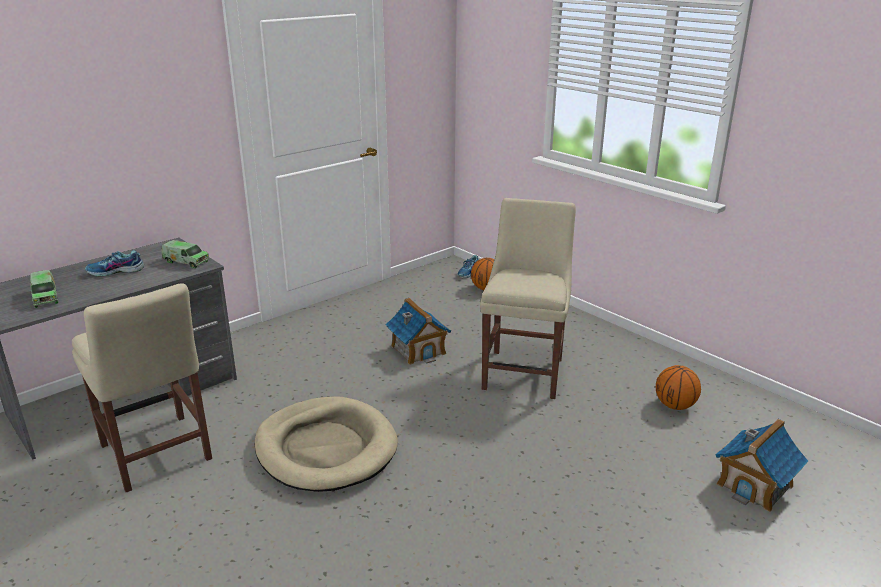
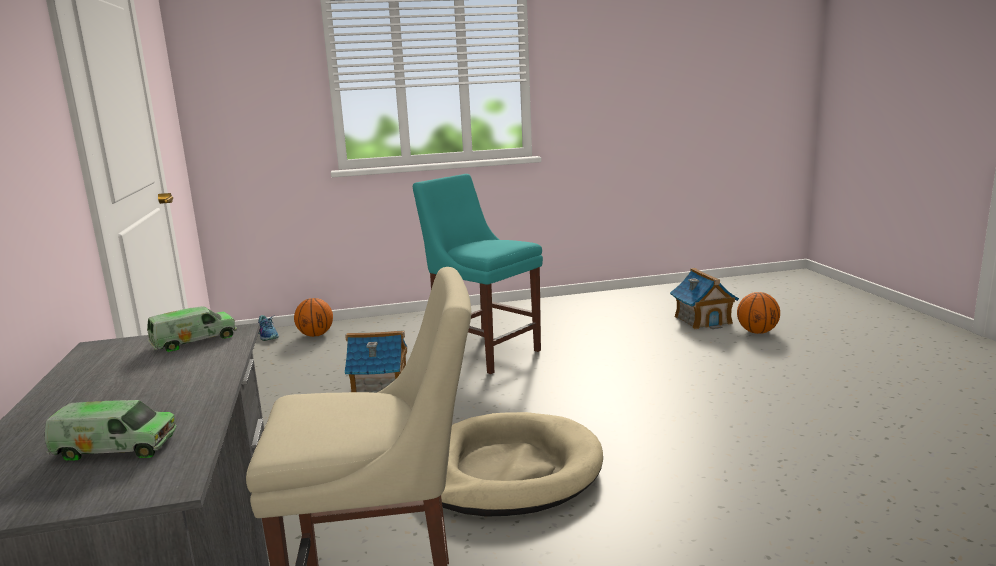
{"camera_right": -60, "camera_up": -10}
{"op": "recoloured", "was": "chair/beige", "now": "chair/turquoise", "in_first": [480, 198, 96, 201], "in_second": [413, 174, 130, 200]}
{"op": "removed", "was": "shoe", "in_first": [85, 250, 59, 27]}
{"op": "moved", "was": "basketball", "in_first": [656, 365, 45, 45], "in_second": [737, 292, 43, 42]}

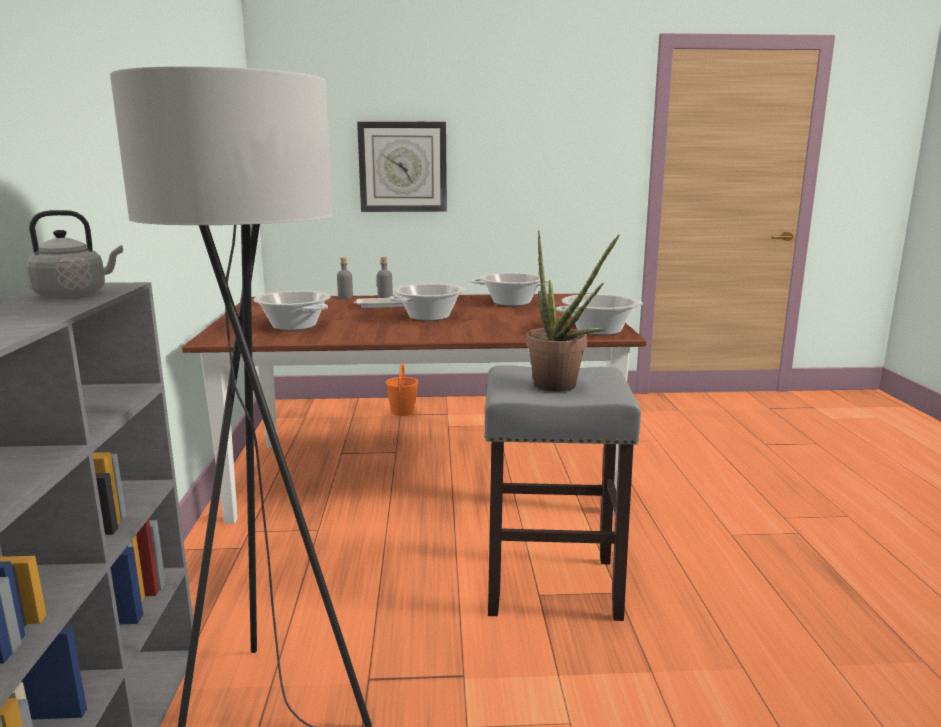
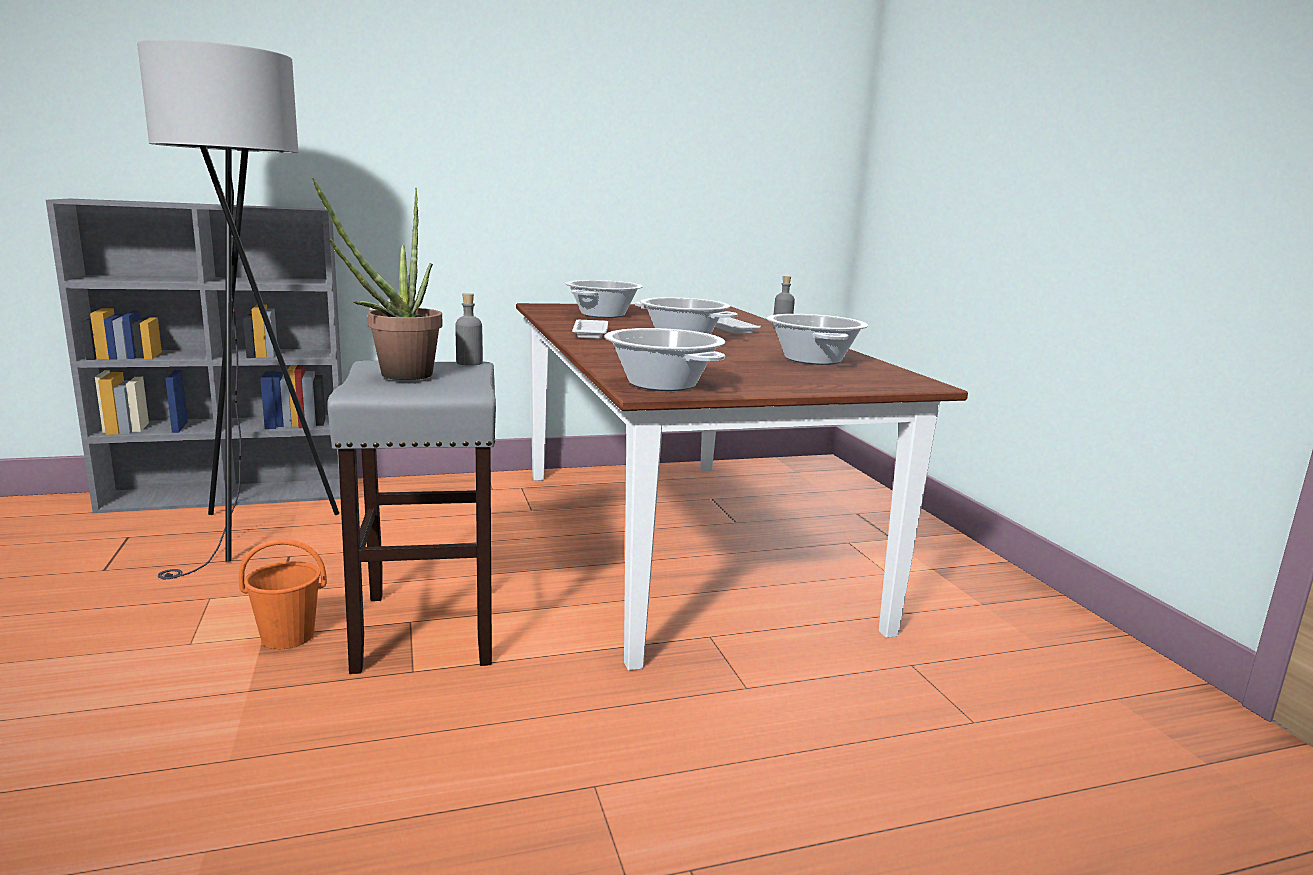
{"camera_right": 75, "camera_up": 0}
{"op": "removed", "was": "wall clock", "in_first": [357, 121, 90, 91]}
{"op": "removed", "was": "kettle/grey", "in_first": [26, 210, 97, 88]}
{"op": "moved", "was": "bottle/grey", "in_first": [337, 257, 16, 42], "in_second": [455, 293, 28, 73]}
{"op": "moved", "was": "bucket/orange", "in_first": [386, 364, 33, 52], "in_second": [239, 539, 88, 110]}
{"op": "added", "now": "tray/white", "in_second": [572, 320, 36, 19]}

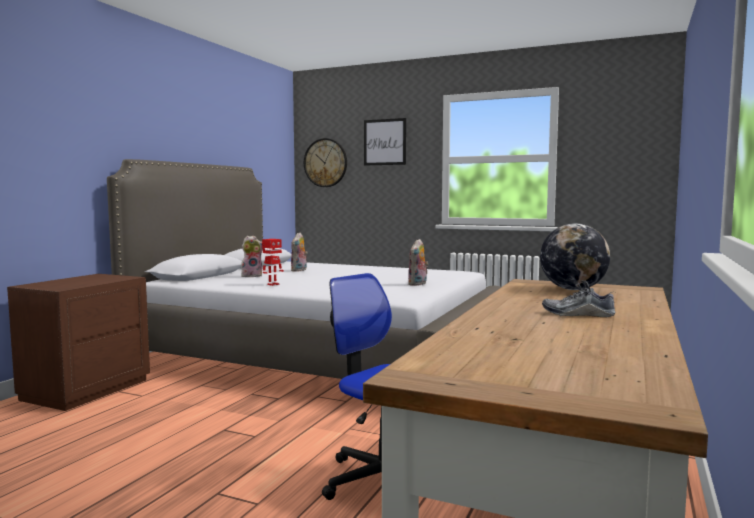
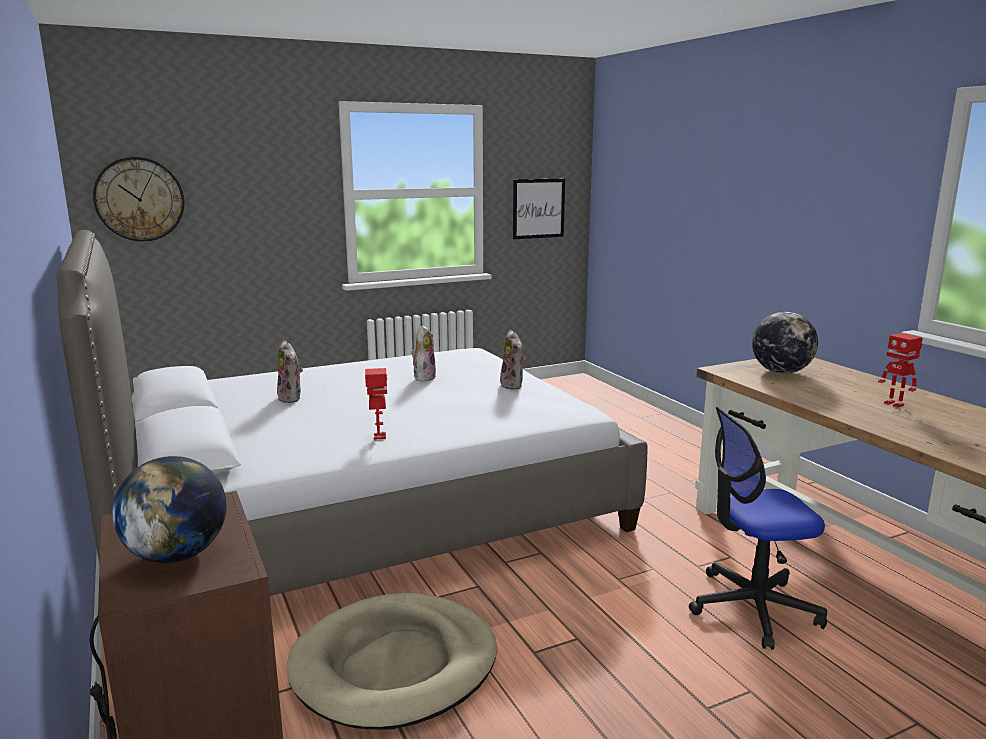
{"camera_right": -50, "camera_up": 10}
{"op": "moved", "was": "picture", "in_first": [364, 118, 42, 48], "in_second": [513, 179, 52, 60]}
{"op": "moved", "was": "plush toy", "in_first": [241, 235, 22, 42], "in_second": [411, 325, 25, 57]}
{"op": "replaced", "was": "shoe", "now": "toy robot", "in_first": [542, 280, 73, 37], "in_second": [878, 333, 45, 74]}
{"op": "added", "now": "globe", "in_second": [112, 456, 115, 107]}
{"op": "added", "now": "dog bed/beige", "in_second": [287, 593, 210, 137]}

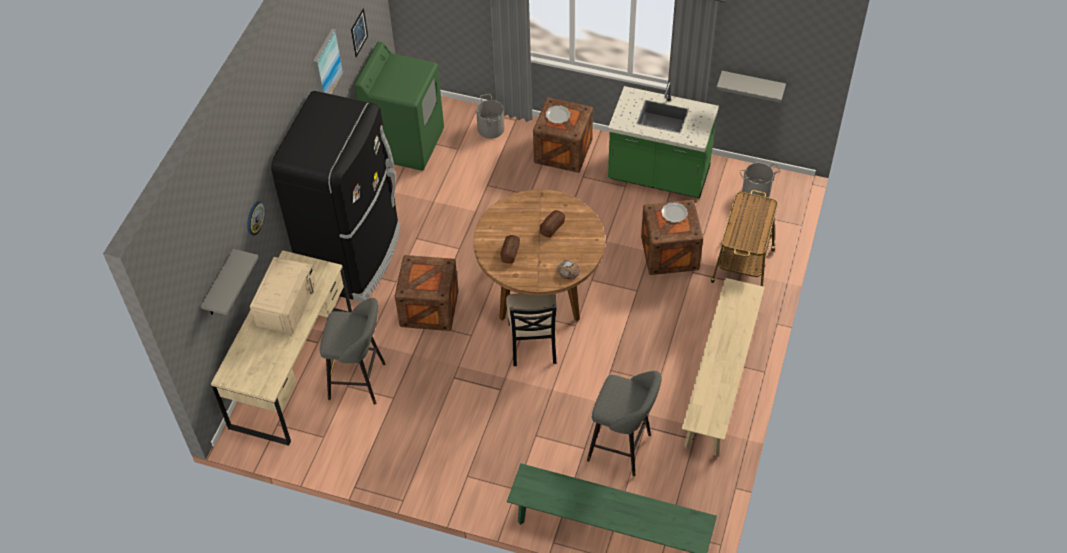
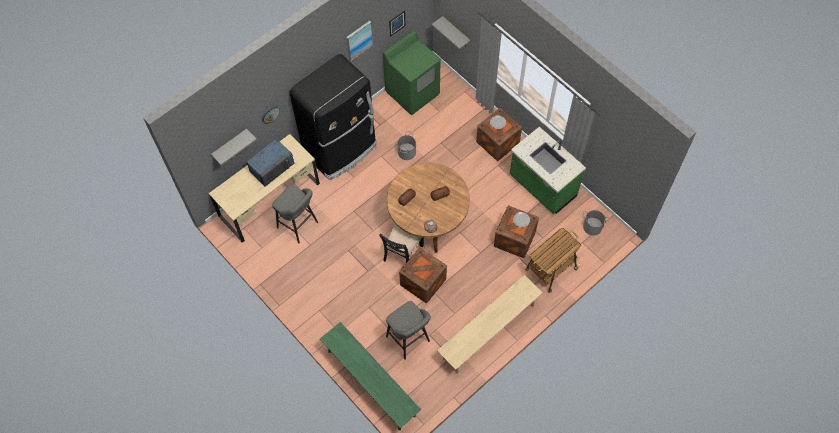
{"camera_right": 30, "camera_up": 10}
{"op": "moved", "was": "shelf/grey", "in_first": [716, 71, 70, 32], "in_second": [432, 16, 38, 34]}
{"op": "moved", "was": "bucket/grey", "in_first": [476, 94, 29, 45], "in_second": [397, 131, 19, 29]}
{"op": "moved", "was": "crate", "in_first": [395, 255, 64, 76], "in_second": [399, 248, 48, 55]}
{"op": "recoloured", "was": "microwave/beige", "now": "microwave/blue", "in_first": [250, 257, 66, 77], "in_second": [247, 139, 47, 48]}

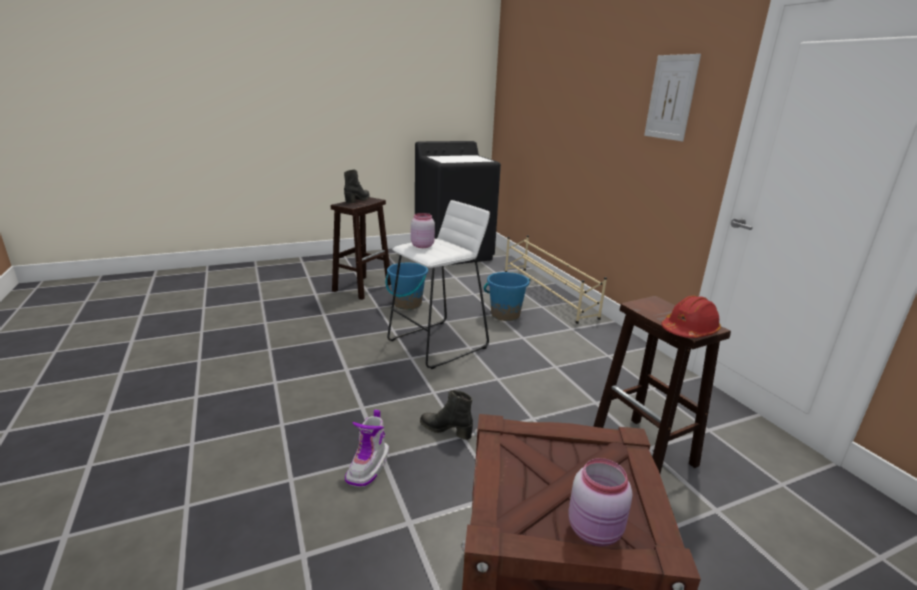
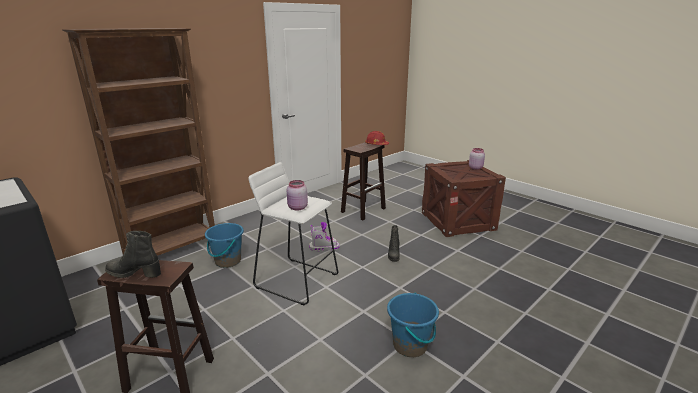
{"camera_right": -110, "camera_up": 0}
{"op": "removed", "was": "picture", "in_first": [644, 54, 57, 87]}
{"op": "replaced", "was": "shoe rack/beige", "now": "bookcase/brown", "in_first": [505, 235, 102, 89], "in_second": [62, 28, 153, 228]}
{"op": "moved", "was": "bucket/blue", "in_first": [385, 263, 43, 47], "in_second": [387, 292, 52, 65]}
{"op": "moved", "was": "boot", "in_first": [345, 410, 44, 77], "in_second": [309, 222, 30, 29]}

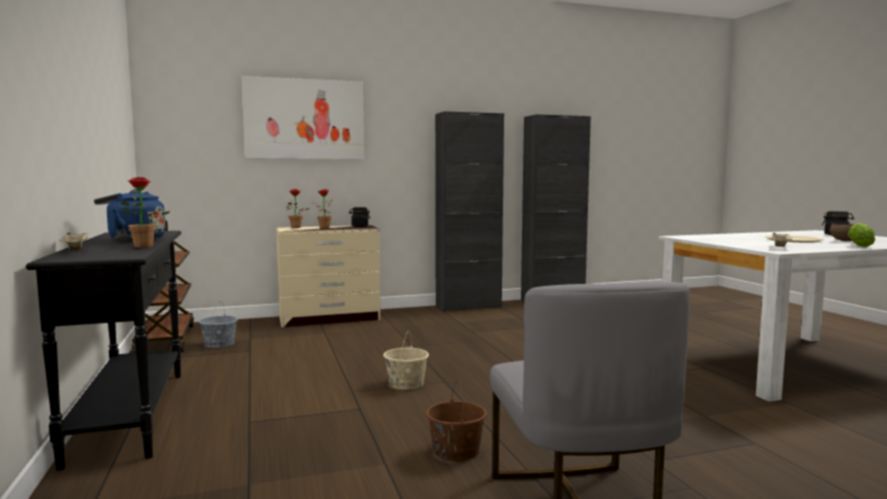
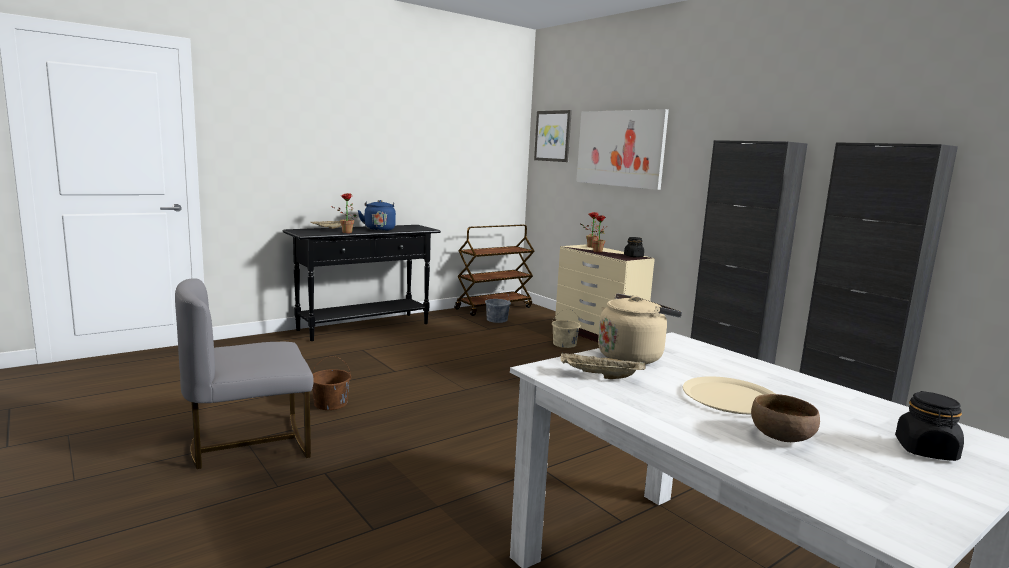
{"camera_right": 70, "camera_up": 5}
{"op": "removed", "was": "lettuce", "in_first": [848, 223, 27, 24]}
{"op": "moved", "was": "bucket/beige", "in_first": [383, 331, 46, 59], "in_second": [552, 310, 29, 38]}
{"op": "added", "now": "picture", "in_second": [534, 110, 38, 52]}
{"op": "added", "now": "kettle/beige", "in_second": [598, 293, 84, 71]}

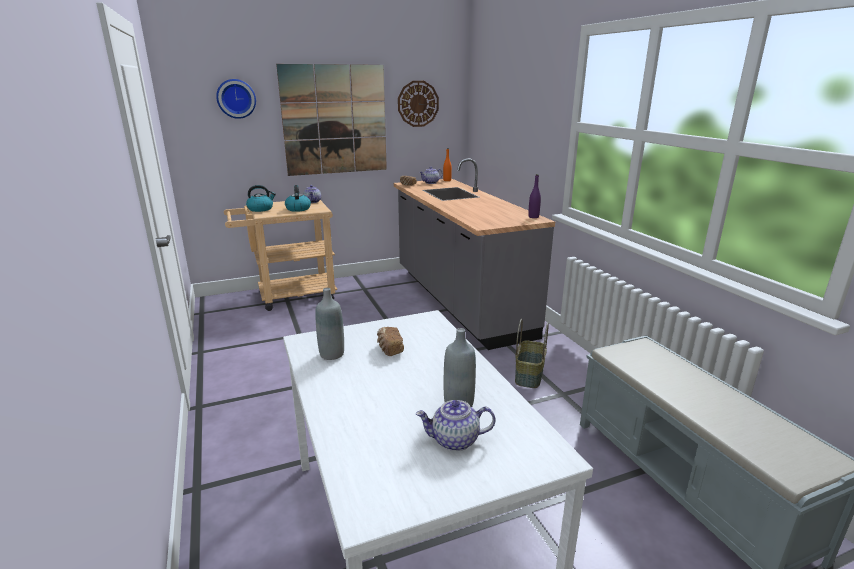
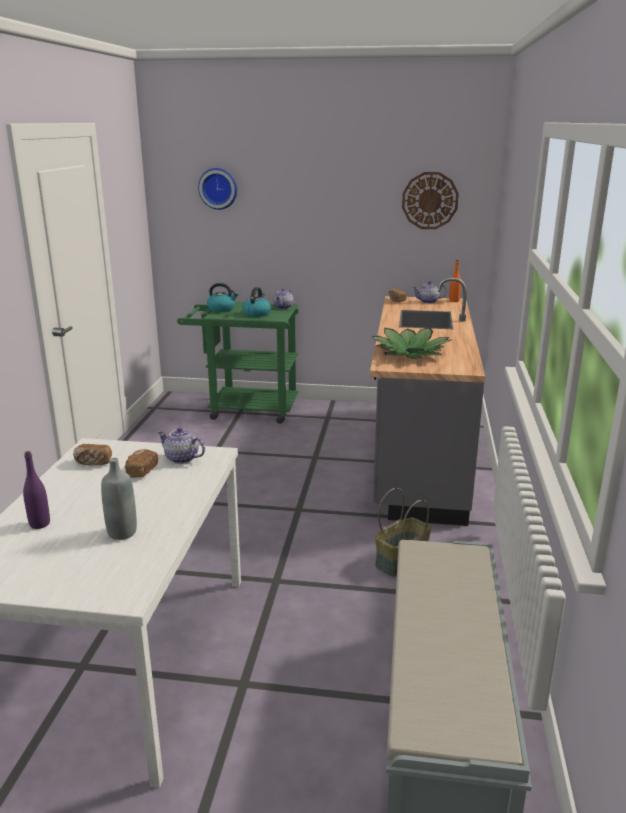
{"camera_right": 30, "camera_up": 0}
{"op": "removed", "was": "picture", "in_first": [276, 64, 111, 112]}
{"op": "moved", "was": "bottle/purple", "in_first": [528, 174, 13, 44], "in_second": [23, 451, 27, 78]}
{"op": "recoloured", "was": "cart/beige", "now": "cart/green", "in_first": [224, 200, 113, 111], "in_second": [177, 302, 122, 122]}
{"op": "replaced", "was": "bottle/grey", "now": "bread", "in_first": [315, 288, 29, 72], "in_second": [73, 444, 39, 21]}
{"op": "moved", "was": "teapot", "in_first": [416, 400, 80, 51], "in_second": [157, 427, 48, 37]}
{"op": "added", "now": "potted plant", "in_second": [371, 327, 80, 32]}

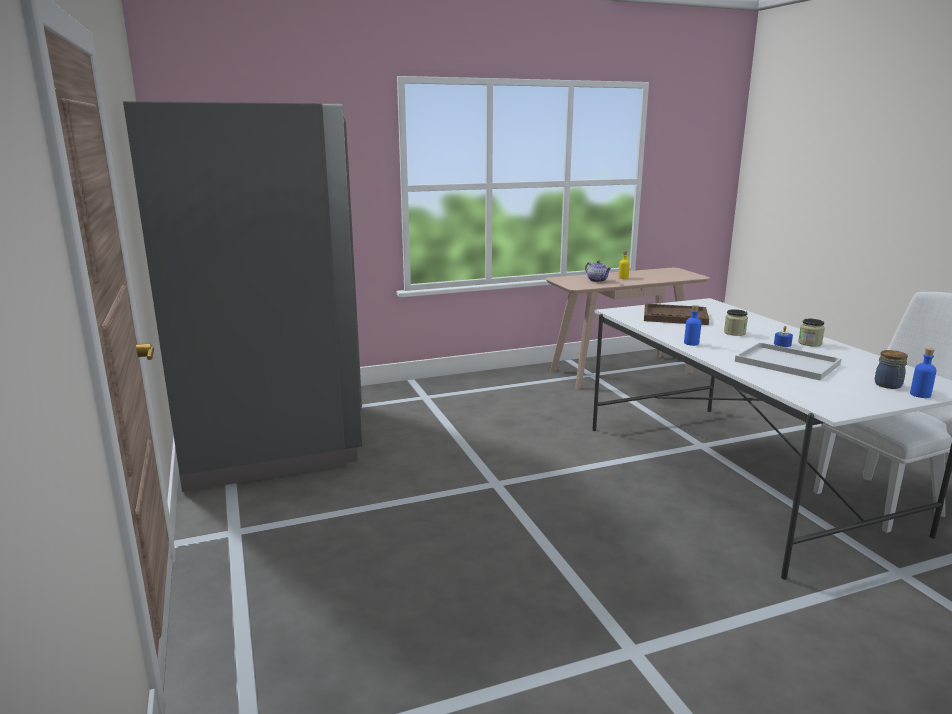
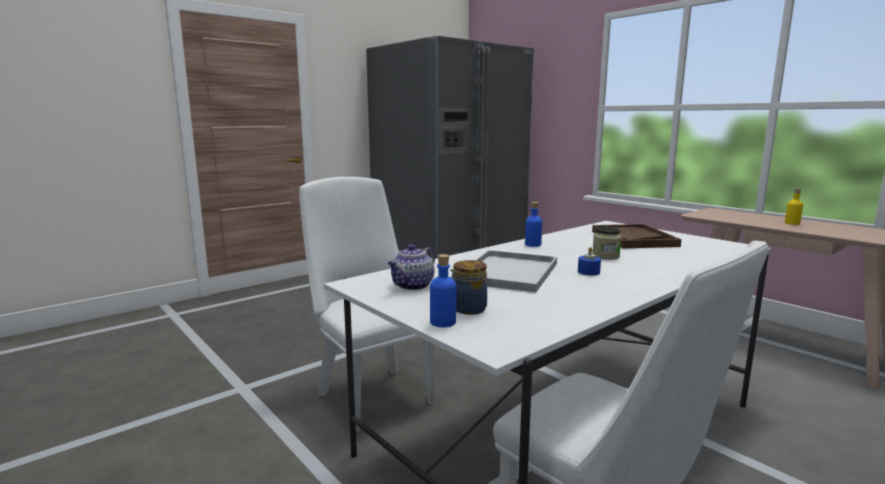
{"camera_right": 70, "camera_up": -5}
{"op": "moved", "was": "teapot", "in_first": [585, 260, 26, 22], "in_second": [388, 244, 47, 46]}
{"op": "removed", "was": "jar", "in_first": [798, 319, 27, 27]}
{"op": "added", "now": "chair/white", "in_second": [299, 177, 136, 255]}

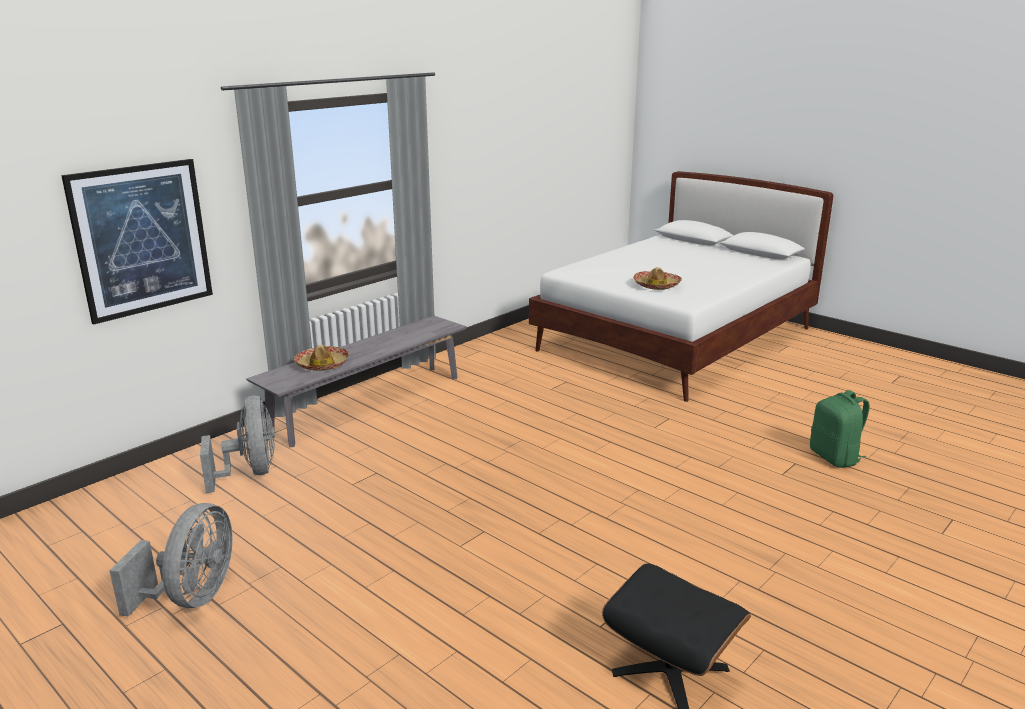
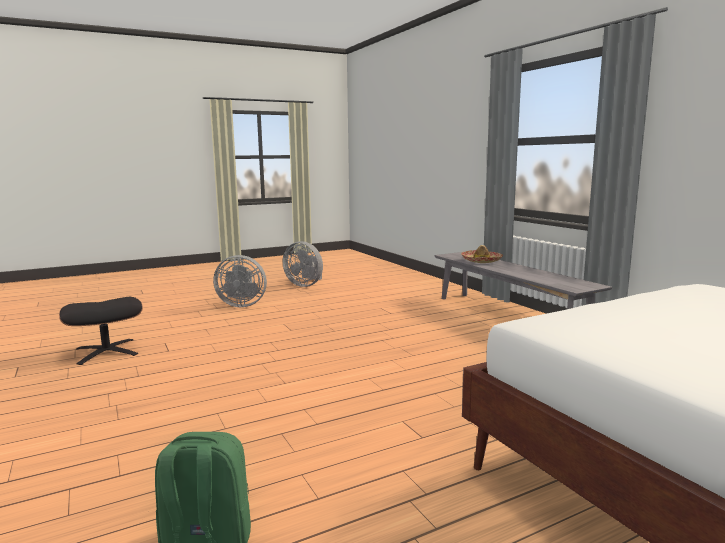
{"camera_right": 110, "camera_up": -10}
{"op": "removed", "was": "picture", "in_first": [61, 159, 152, 165]}
{"op": "removed", "was": "hat", "in_first": [633, 267, 49, 23]}
{"op": "moved", "was": "fan/grey", "in_first": [200, 396, 75, 97], "in_second": [213, 255, 54, 52]}

